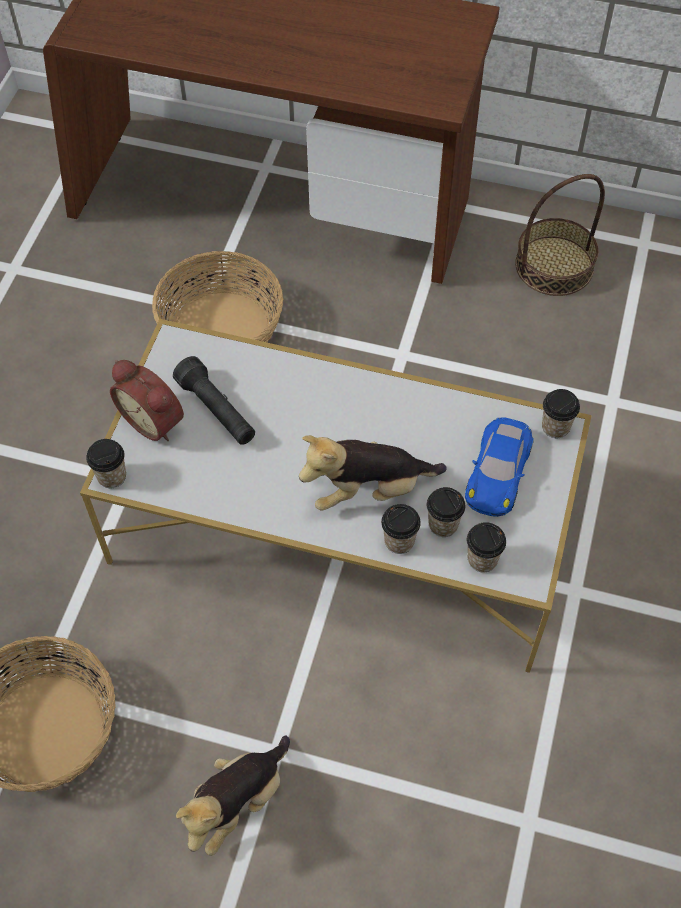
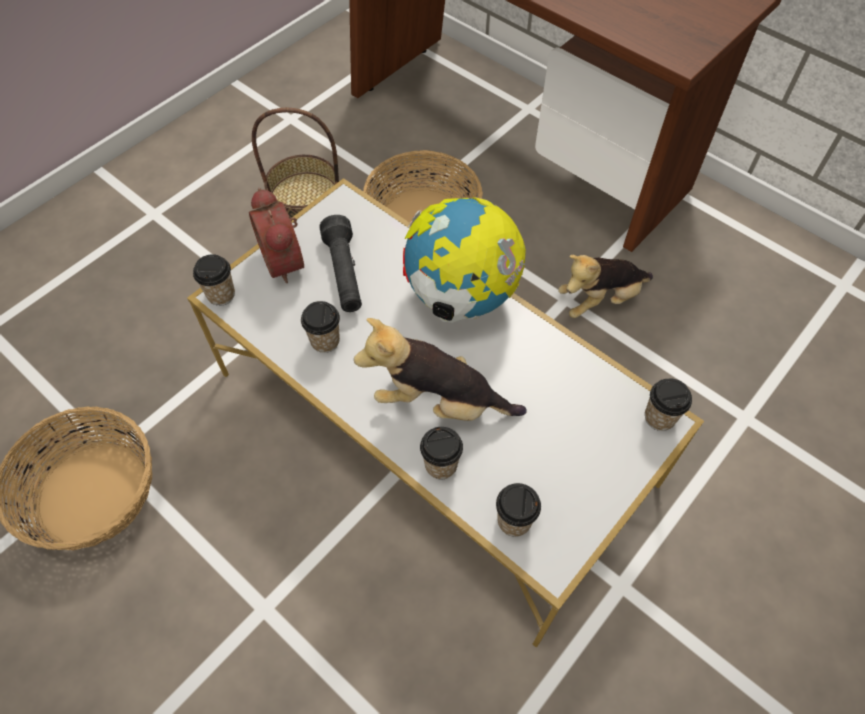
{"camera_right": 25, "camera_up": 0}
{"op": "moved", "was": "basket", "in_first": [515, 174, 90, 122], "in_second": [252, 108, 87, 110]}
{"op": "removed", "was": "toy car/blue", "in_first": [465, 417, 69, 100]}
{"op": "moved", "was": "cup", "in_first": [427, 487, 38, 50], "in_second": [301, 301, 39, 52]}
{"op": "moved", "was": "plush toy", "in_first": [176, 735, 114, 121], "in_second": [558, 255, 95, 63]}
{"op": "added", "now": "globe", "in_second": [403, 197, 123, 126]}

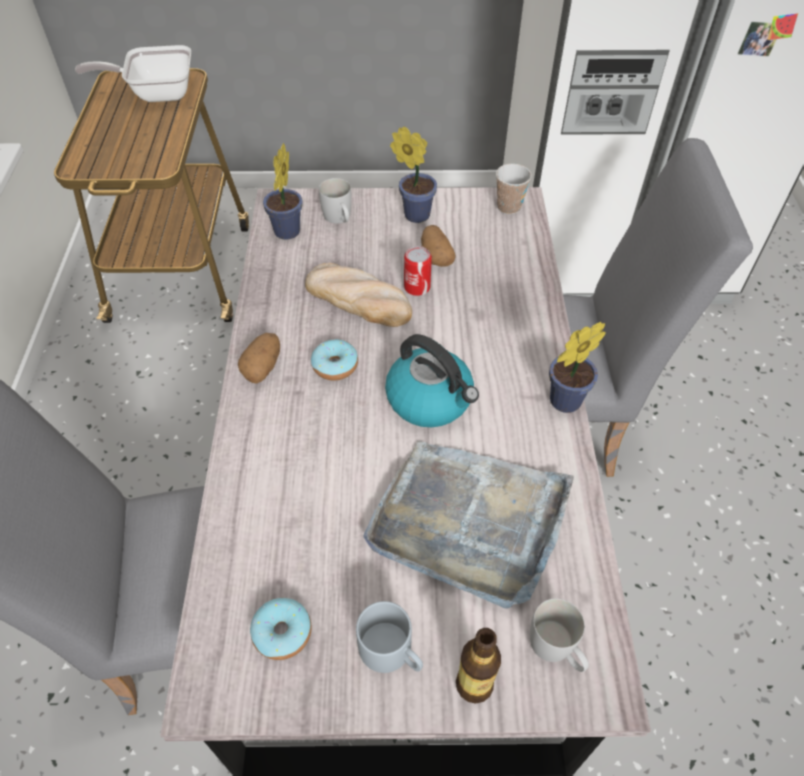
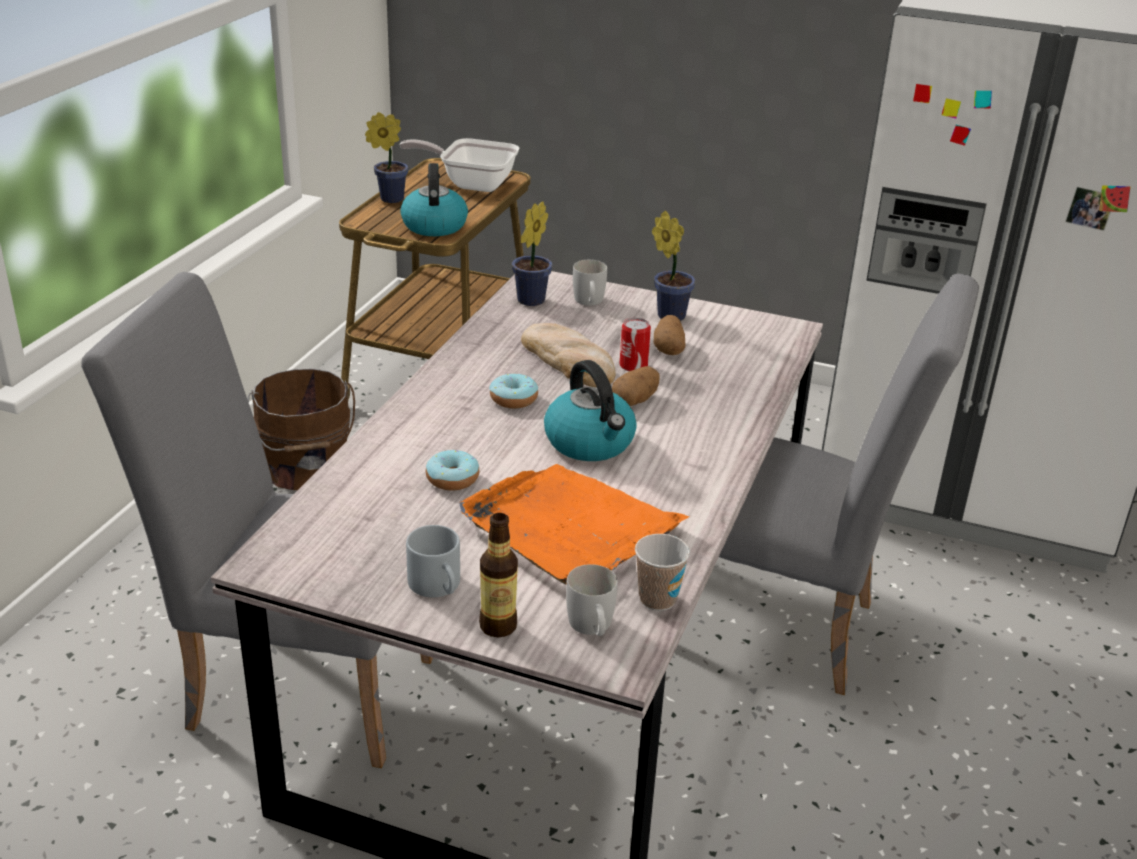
{"camera_right": 20, "camera_up": -20}
{"op": "moved", "was": "cup", "in_first": [496, 164, 36, 50], "in_second": [635, 534, 55, 77]}
{"op": "moved", "was": "potted plant", "in_first": [549, 322, 57, 91], "in_second": [365, 112, 43, 91]}
{"op": "moved", "was": "potato", "in_first": [238, 333, 42, 50], "in_second": [612, 366, 48, 40]}
{"op": "recoloured", "was": "tray/grey", "now": "tray/orange", "in_first": [363, 441, 211, 168], "in_second": [459, 464, 231, 120]}
{"op": "moved", "was": "donut", "in_first": [250, 598, 62, 62], "in_second": [426, 450, 53, 40]}
{"op": "added", "now": "kettle", "in_second": [400, 163, 68, 73]}
{"op": "added", "now": "bucket/brown", "in_second": [247, 369, 108, 121]}

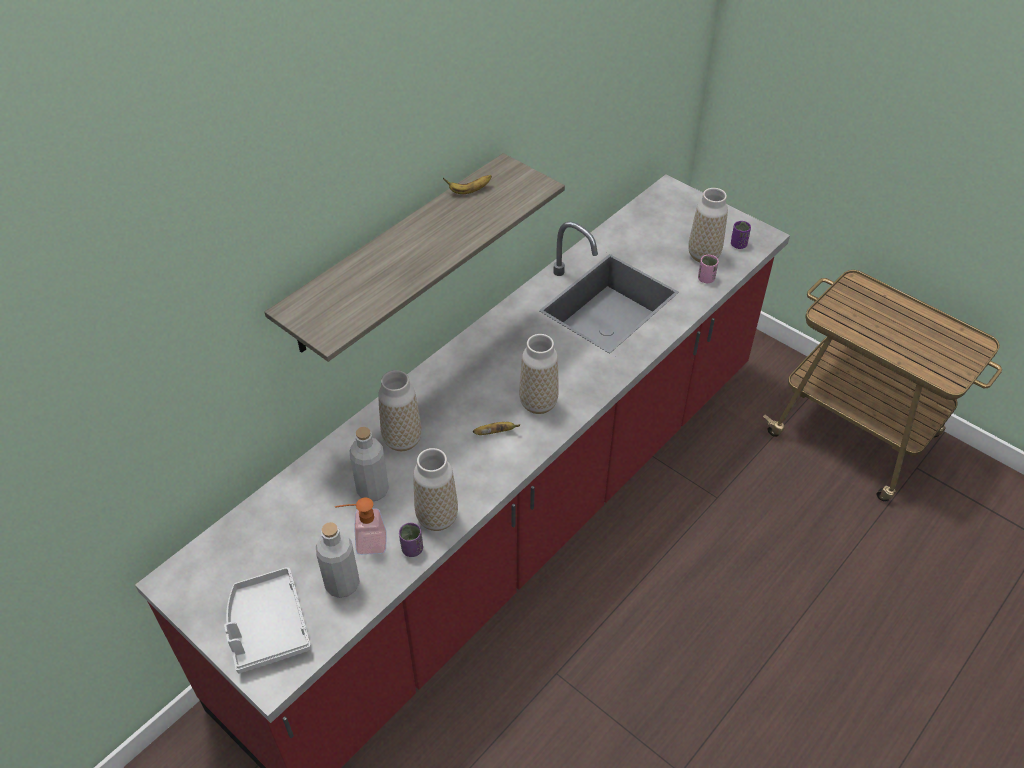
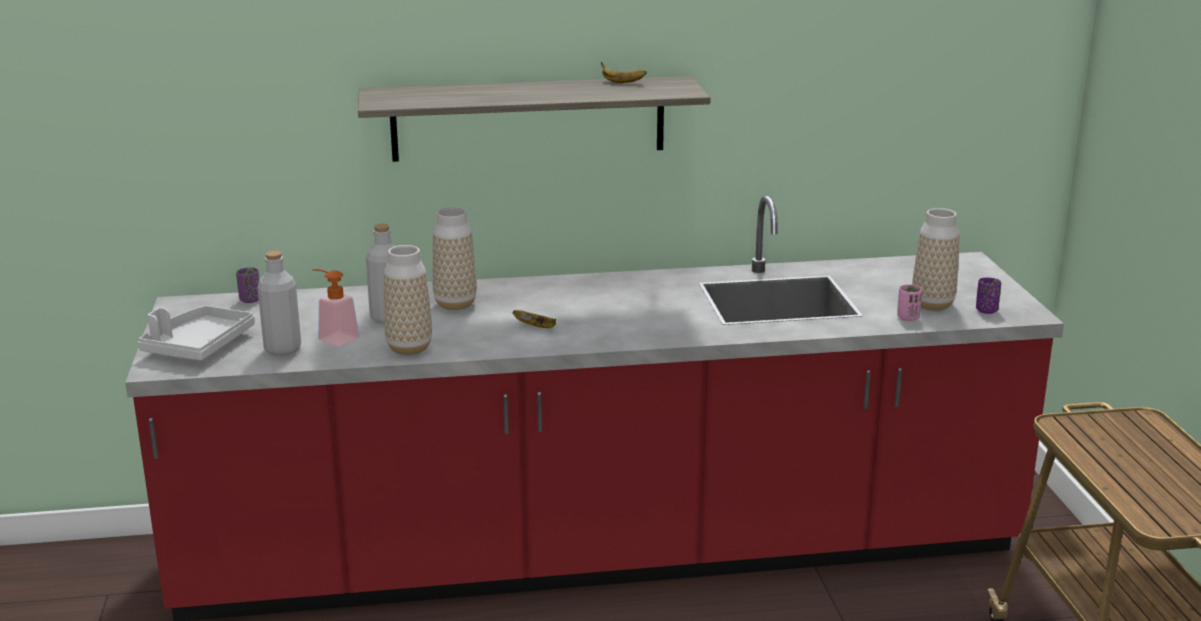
{"camera_right": 40, "camera_up": -25}
{"op": "removed", "was": "vase", "in_first": [519, 334, 40, 80]}
{"op": "moved", "was": "cup/purple", "in_first": [399, 523, 24, 34], "in_second": [236, 267, 24, 36]}

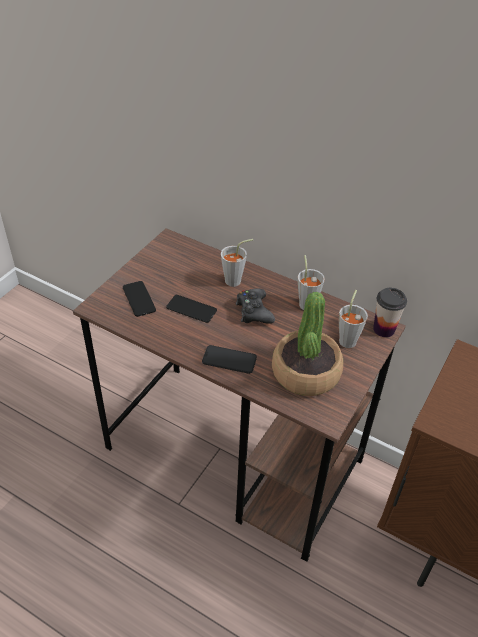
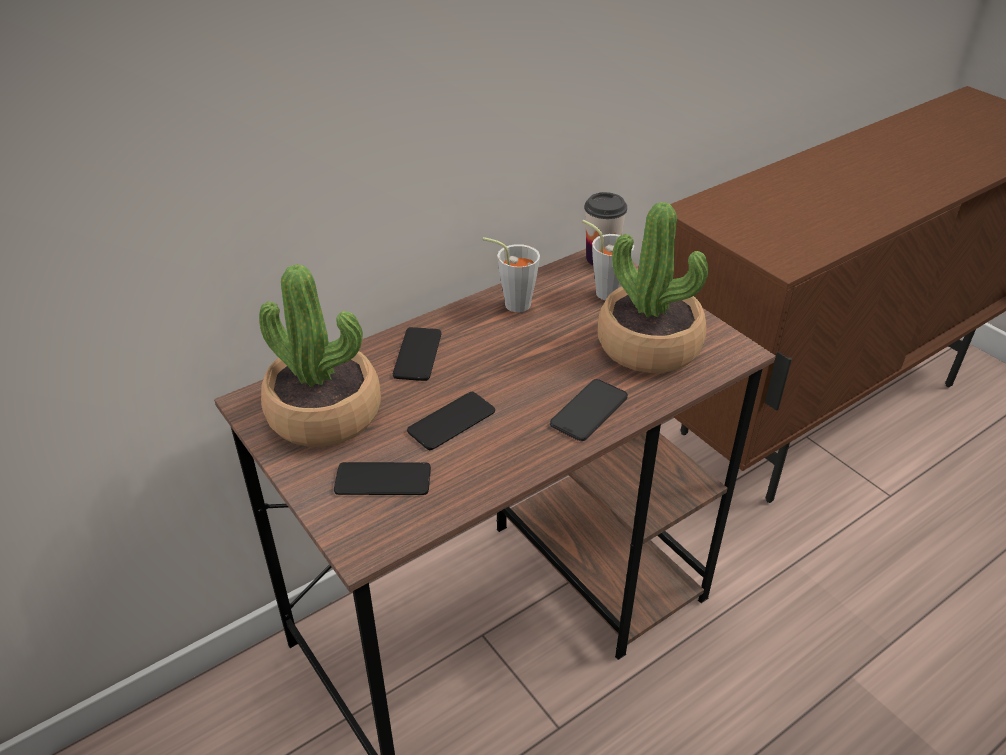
{"camera_right": -65, "camera_up": -5}
{"op": "replaced", "was": "cup/grey", "now": "phone", "in_first": [221, 239, 32, 48], "in_second": [393, 327, 48, 54]}
{"op": "removed", "was": "game controller/black", "in_first": [236, 289, 39, 35]}
{"op": "added", "now": "potted plant", "in_second": [259, 264, 122, 183]}

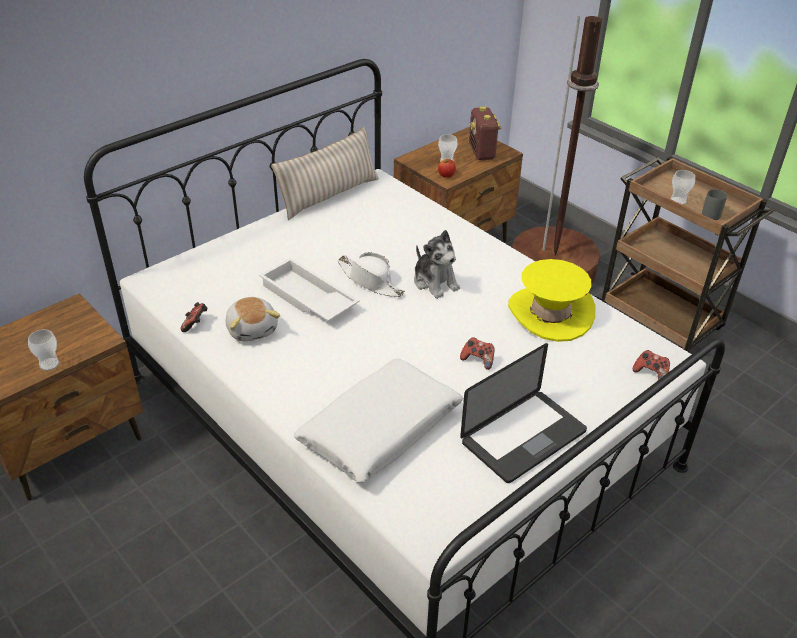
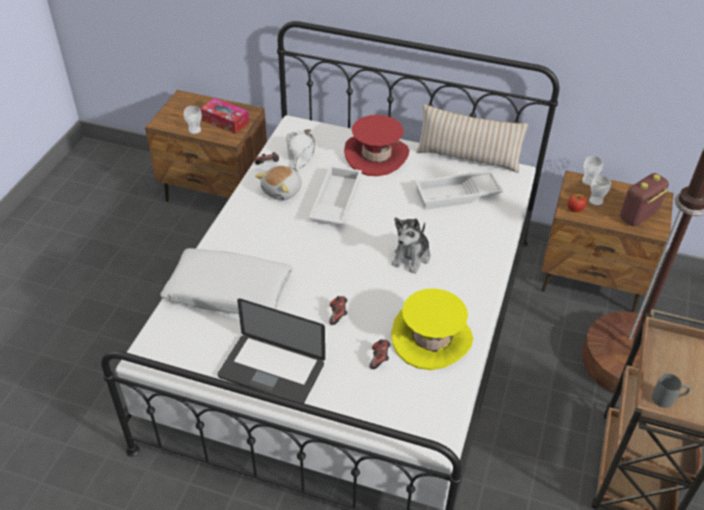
{"camera_right": 60, "camera_up": 5}
{"op": "moved", "was": "cup", "in_first": [671, 170, 24, 35], "in_second": [582, 156, 21, 30]}
{"op": "moved", "was": "hat/white", "in_first": [337, 252, 68, 45], "in_second": [286, 129, 29, 42]}
{"op": "moved", "was": "game controller", "in_first": [633, 350, 37, 30], "in_second": [369, 339, 22, 30]}
{"op": "added", "now": "tissue box", "in_second": [200, 98, 49, 36]}
{"op": "added", "now": "hat/red", "in_second": [344, 115, 65, 61]}
{"op": "added", "now": "tray/white", "in_second": [415, 170, 89, 40]}

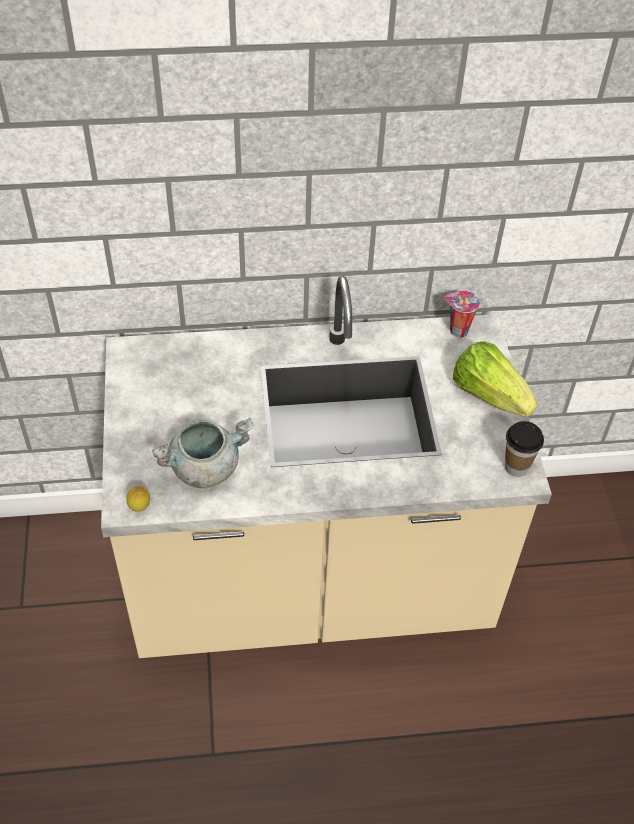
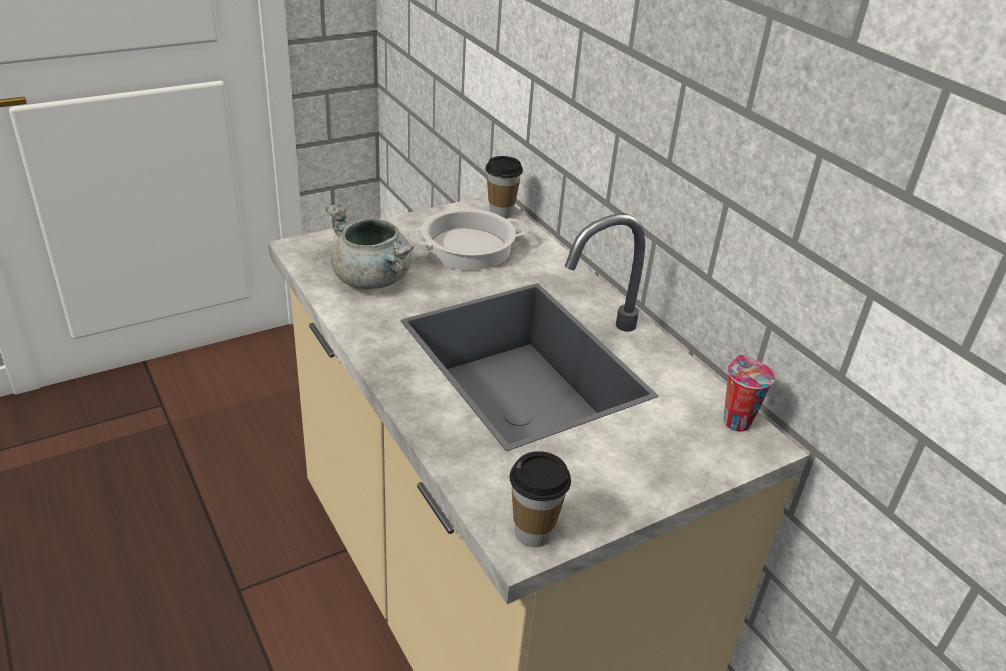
{"camera_right": 65, "camera_up": -15}
{"op": "removed", "was": "lettuce", "in_first": [453, 341, 84, 76]}
{"op": "removed", "was": "lemon", "in_first": [126, 486, 24, 26]}
{"op": "added", "now": "cup", "in_second": [485, 156, 38, 62]}
{"op": "added", "now": "cooking pot", "in_second": [410, 208, 118, 62]}

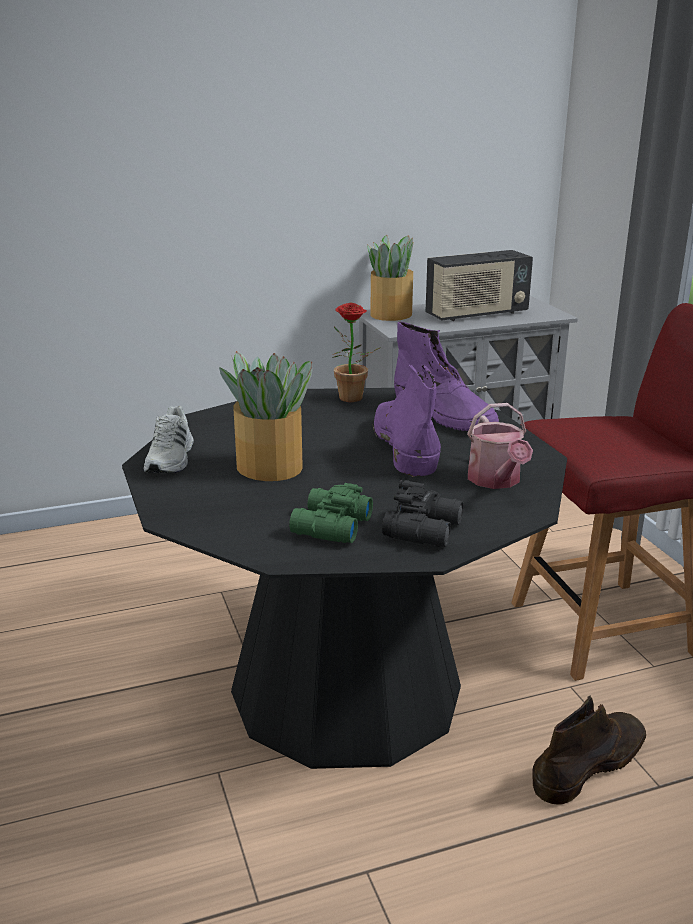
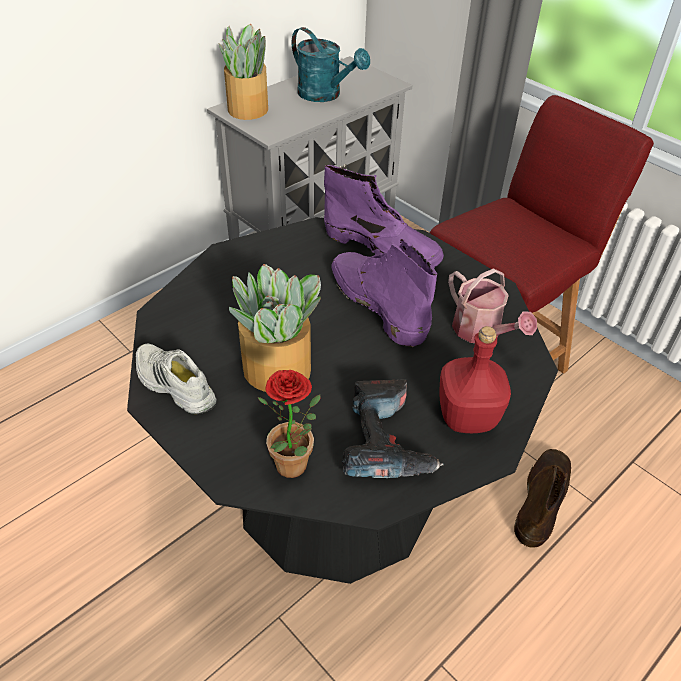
{"camera_right": -25, "camera_up": 20}
{"op": "replaced", "was": "radio", "now": "watering can/turquoise", "in_first": [425, 250, 108, 71], "in_second": [292, 27, 78, 75]}
{"op": "moved", "was": "potted plant", "in_first": [332, 302, 49, 100], "in_second": [258, 370, 63, 108]}
{"op": "turned", "was": "shoe/white", "in_first": [144, 406, 50, 67], "in_second": [136, 344, 81, 70], "clockwise": 150}
{"op": "replaced", "was": "binoculars/black", "now": "bottle/red", "in_first": [382, 480, 82, 67], "in_second": [439, 326, 72, 107]}
{"op": "replaced", "was": "binoculars/green", "now": "power drill", "in_first": [289, 483, 84, 60], "in_second": [343, 379, 100, 99]}

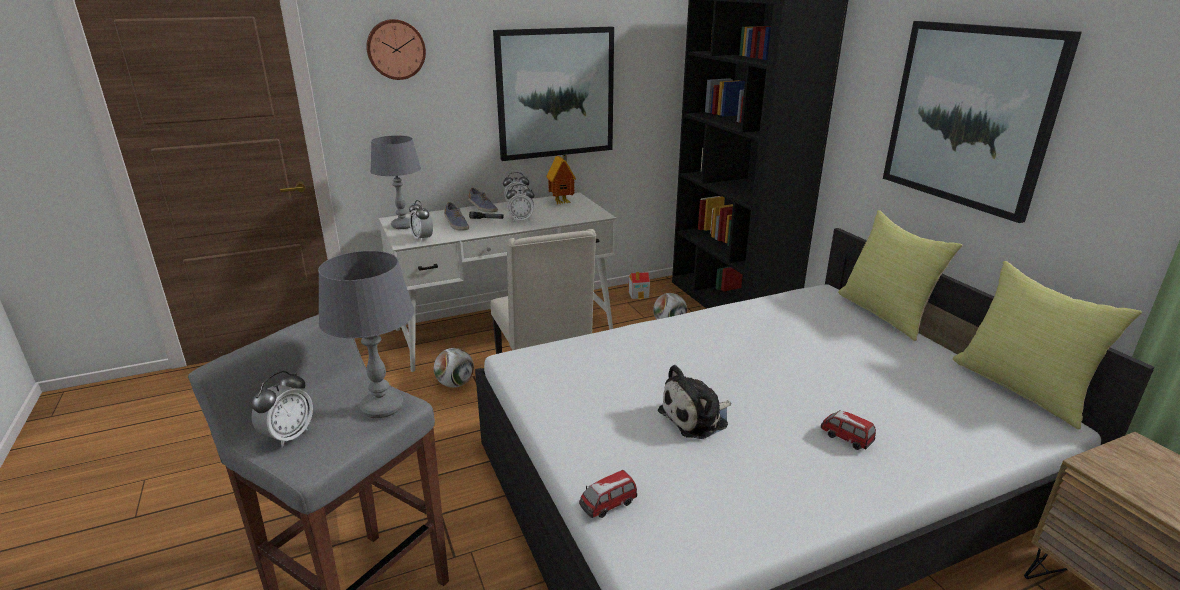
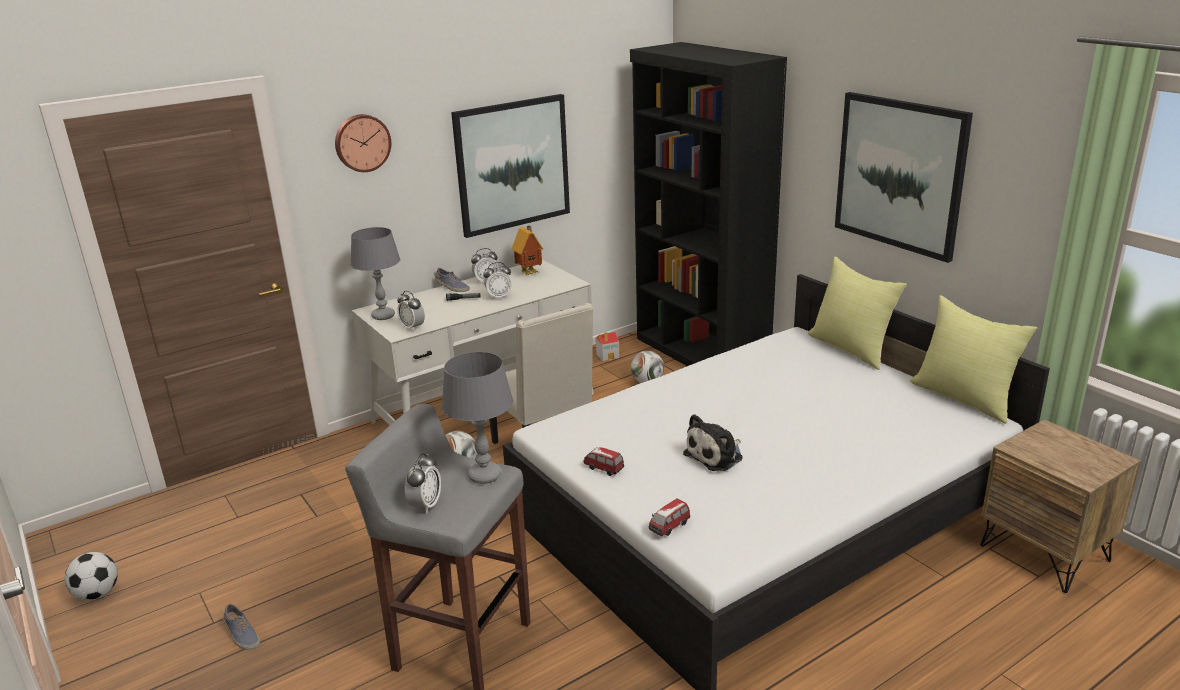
{"camera_right": -10, "camera_up": 0}
{"op": "moved", "was": "shoe", "in_first": [444, 202, 25, 29], "in_second": [223, 604, 37, 46]}
{"op": "moved", "was": "toy car", "in_first": [821, 410, 55, 40], "in_second": [584, 447, 40, 29]}
{"op": "added", "now": "football", "in_second": [64, 552, 54, 48]}

